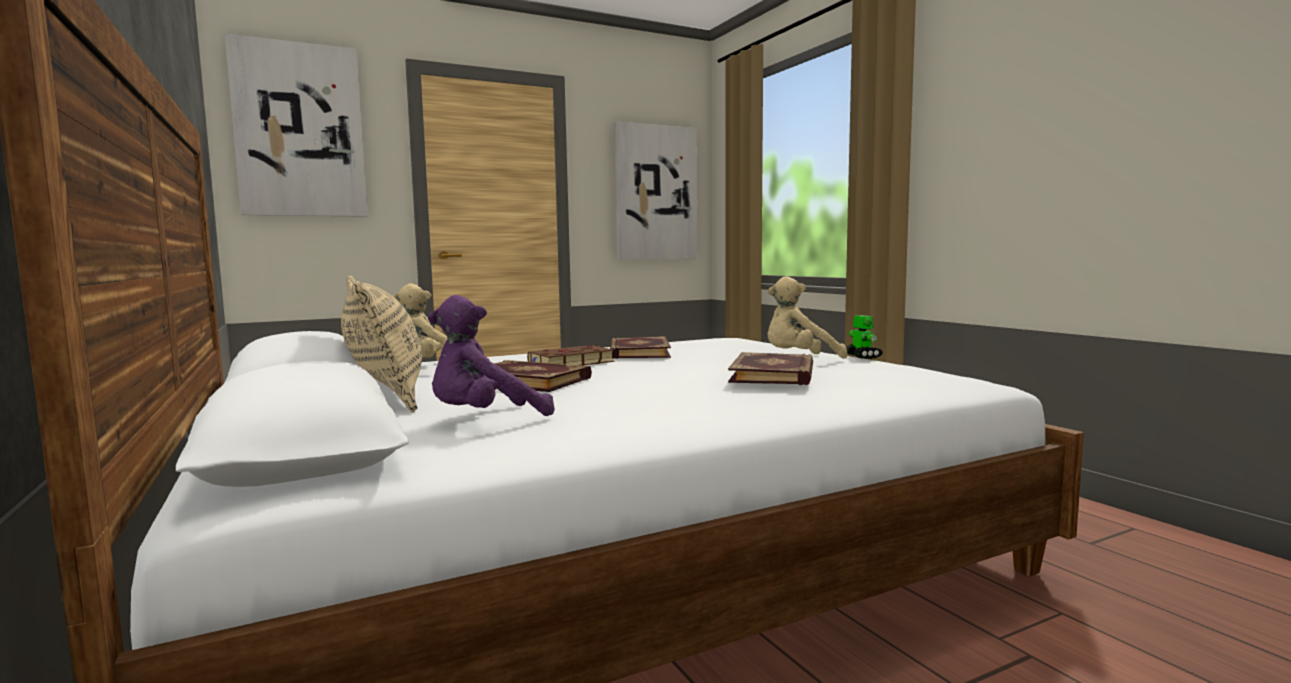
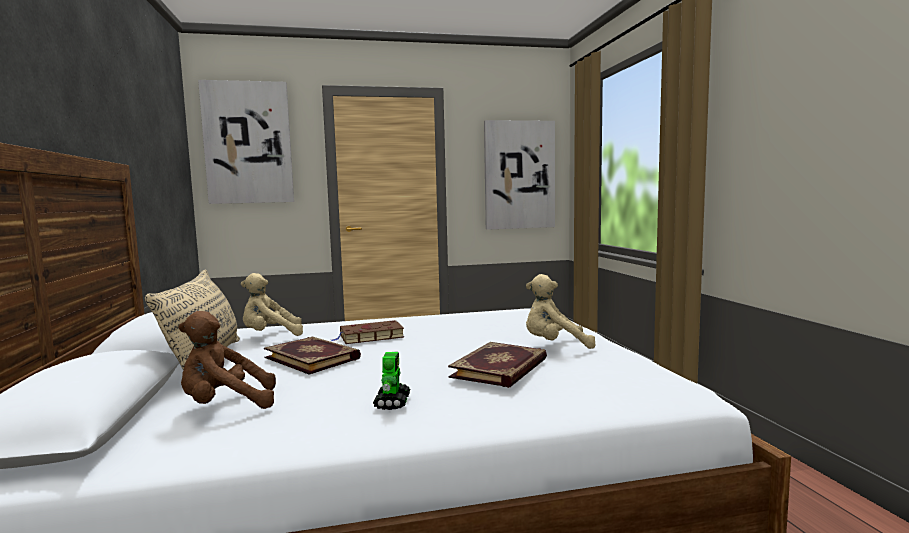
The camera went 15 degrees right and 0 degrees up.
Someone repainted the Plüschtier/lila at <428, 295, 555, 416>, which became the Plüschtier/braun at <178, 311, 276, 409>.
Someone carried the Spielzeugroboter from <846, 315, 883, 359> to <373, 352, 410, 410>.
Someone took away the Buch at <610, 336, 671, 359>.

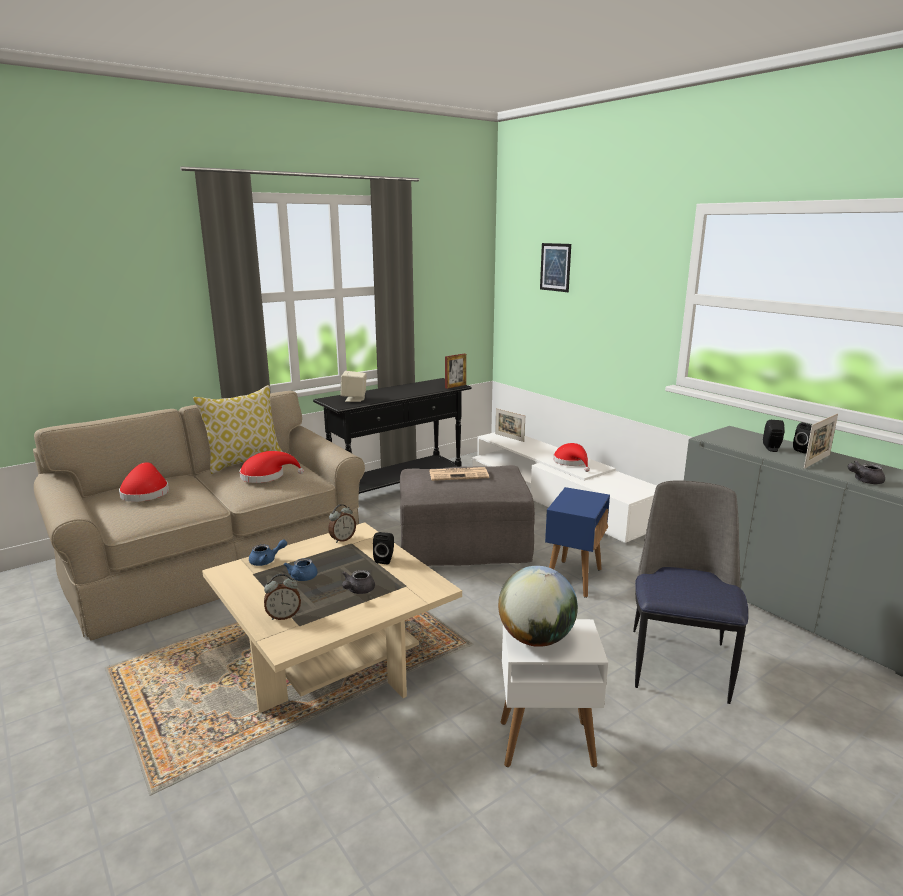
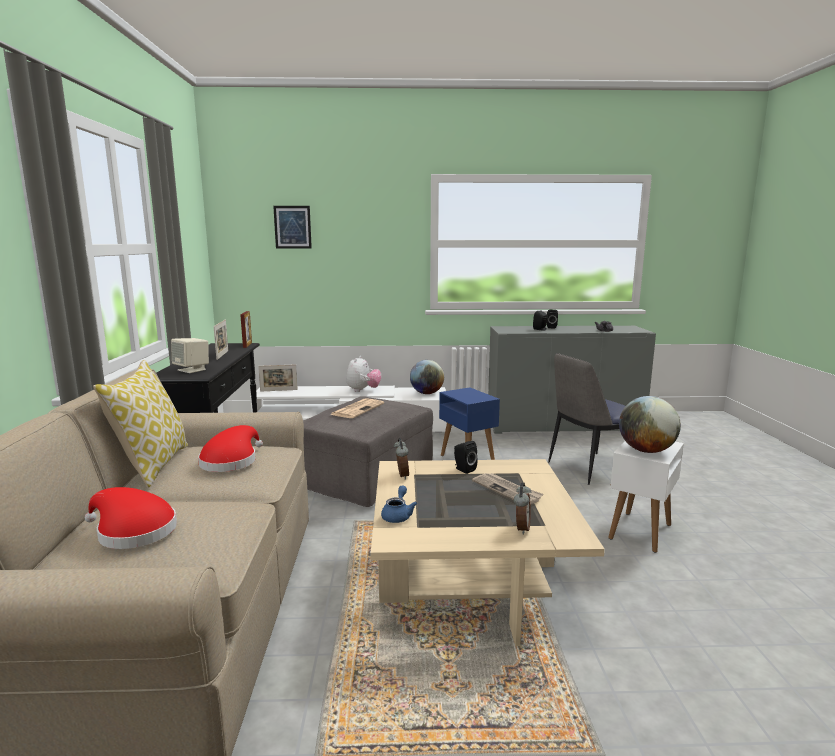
The camera went 55 degrees left and 5 degrees down.
Someone carried the Bilderrahmen from <804, 414, 838, 469> to <214, 320, 228, 360>.
Someone swapped the Hut/rot at <553, 443, 590, 472> for the Plüschtier at <346, 356, 381, 392>.
Someone put down the Globus at <410, 360, 444, 394>.
Someone swapped the Teekanne/grau at <342, 570, 375, 594> for the Zeitung at <472, 473, 544, 504>.
Someone rotated the Stuhl at <633, 481, 748, 704> by 75 degrees counterclockwise.
Someone took away the Teekanne/blau at <284, 558, 317, 581>.

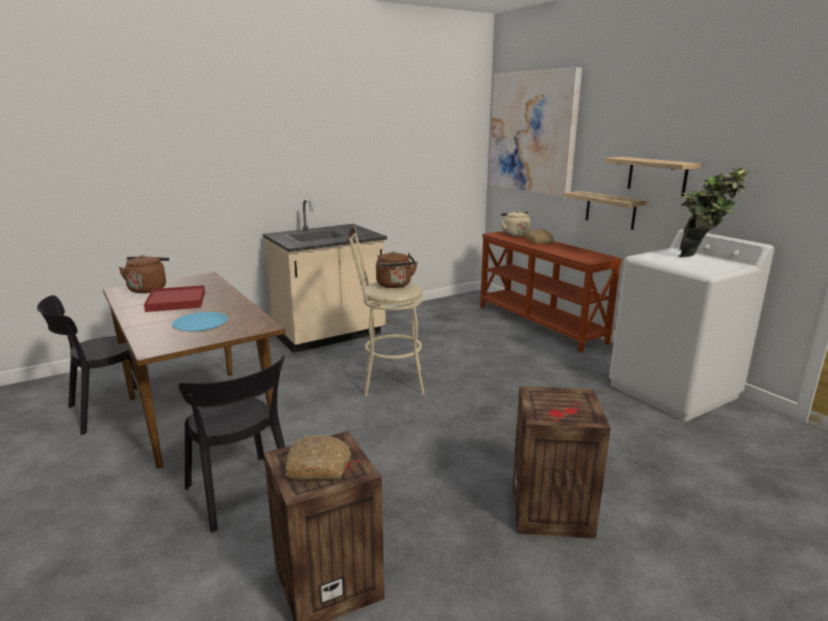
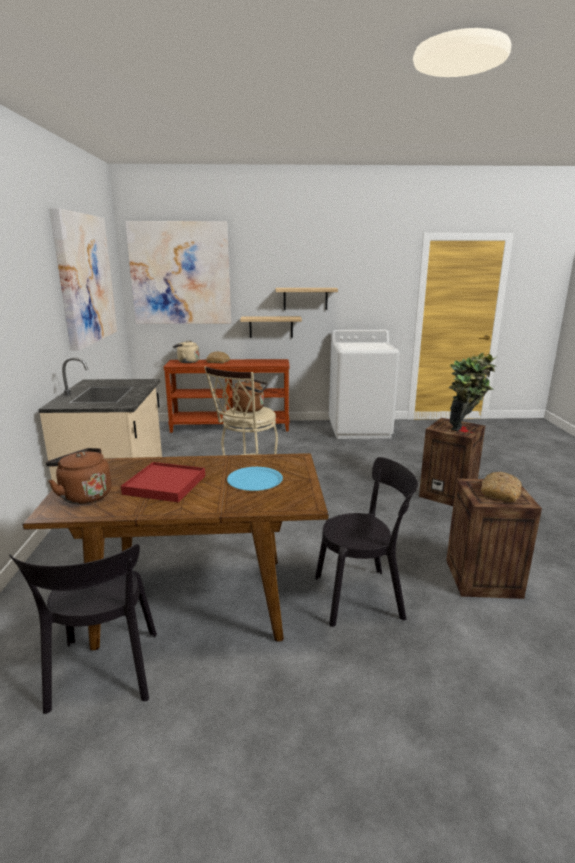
The camera went 60 degrees left and 0 degrees up.
Someone put up the Bild at <50, 208, 117, 351>.
Someone carried the Topfpflanze from <679, 168, 751, 257> to <449, 353, 497, 431>.

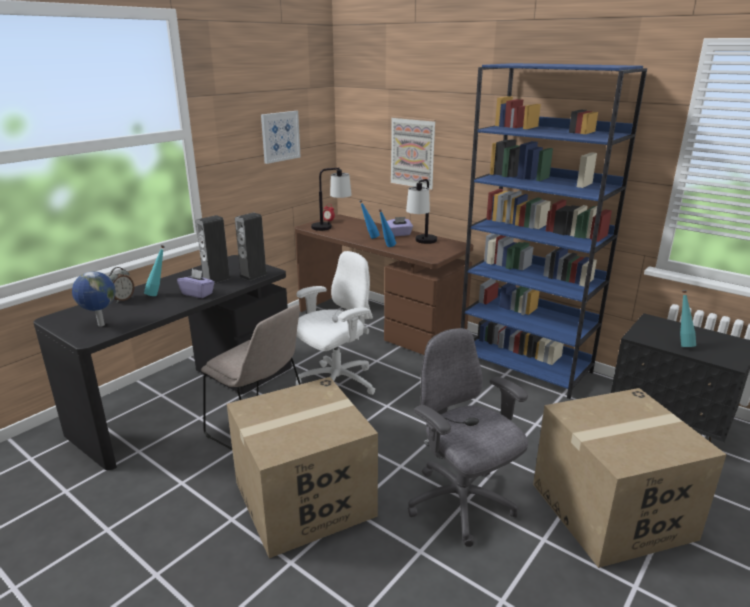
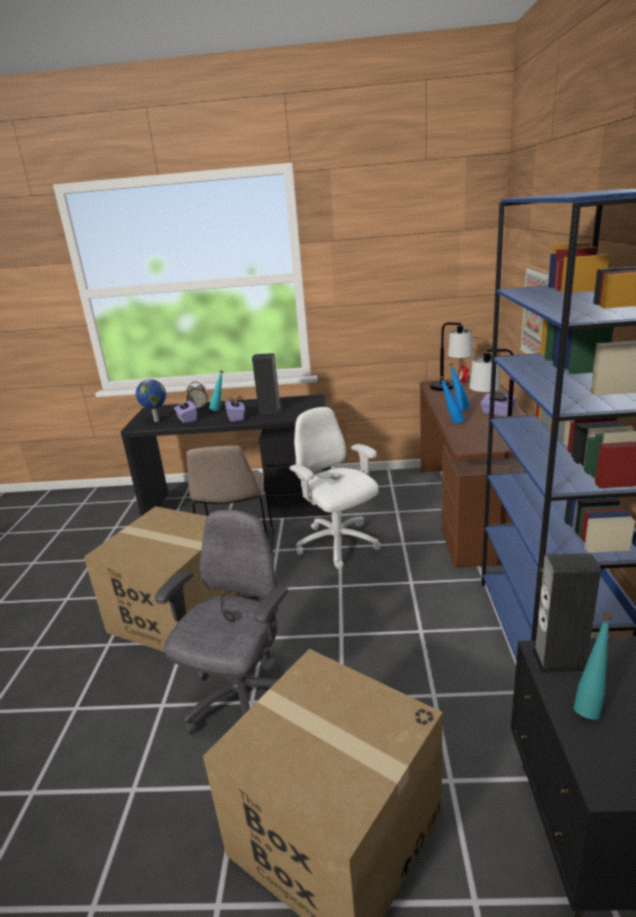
The camera went 55 degrees right and 0 degrees up.
Someone put down the Taschentuchbox/lila at <174, 401, 197, 423>.
Someone rotated the Bürostuhl/weiß at <296, 251, 375, 395> by 135 degrees counterclockwise.
Someone carried the Lautsprecher from <235, 212, 268, 281> to <531, 553, 601, 673>.
Someone took away the Bild at <261, 111, 301, 164>.

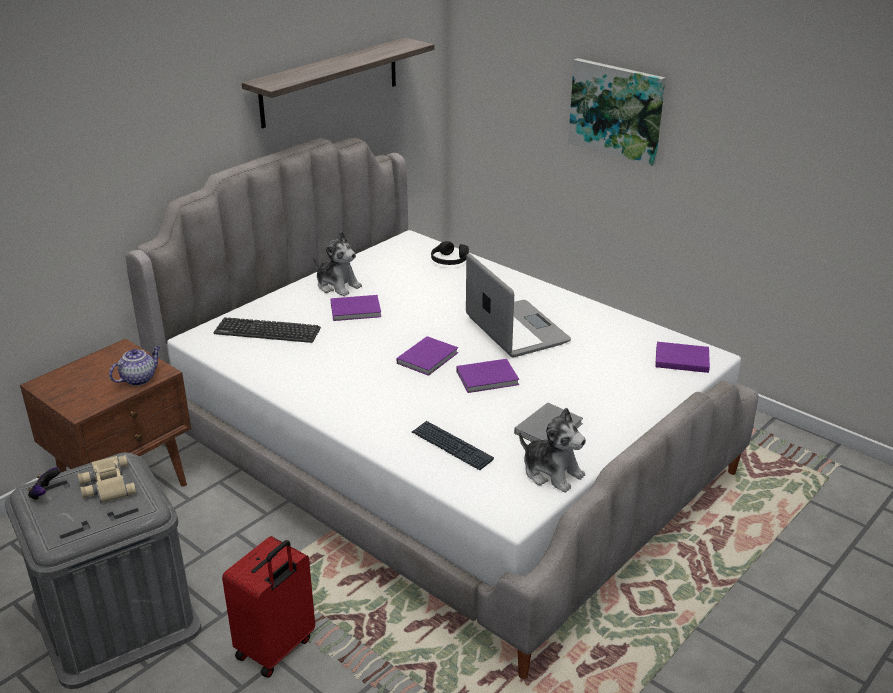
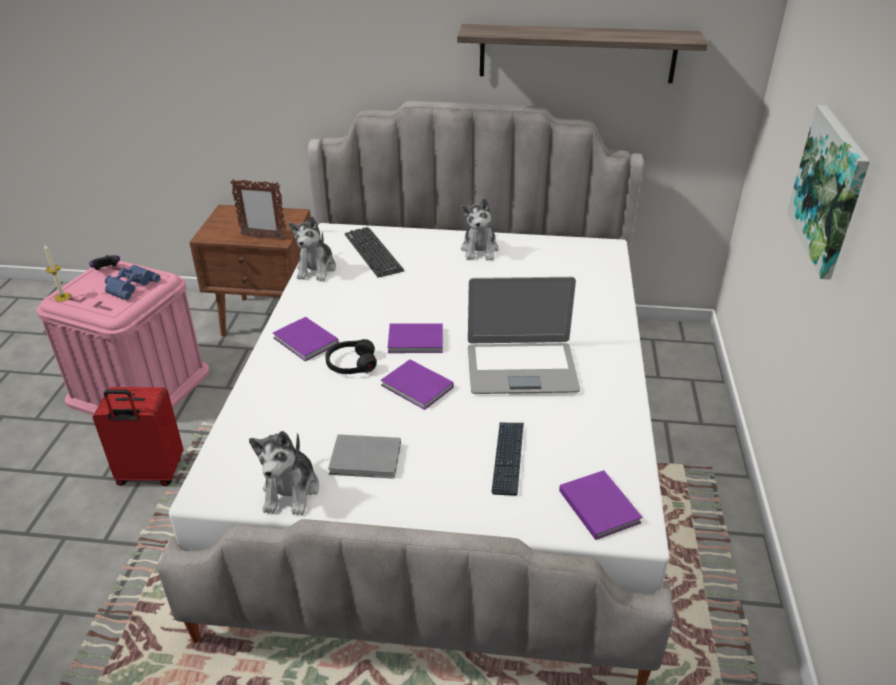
The camera went 55 degrees right and 5 degrees up.
Someone repainted the Aufbewahrungsbox/grau at <5, 452, 201, 689>, which became the Aufbewahrungsbox/rosa at <37, 261, 210, 415>.
Someone put down the Kerze at <44, 245, 71, 302>.
Someone repainted the Fernglas/beige at <78, 455, 137, 503>, which became the Fernglas/blau at <105, 265, 161, 300>.
Someone swapped the Teekanne at <109, 346, 161, 386> for the Bilderrahmen at <230, 179, 287, 240>.
Someone carried the Buch/lila from <331, 295, 381, 321> to <273, 317, 339, 362>.
Someone put down the Plüschtier at <289, 216, 336, 281>.
Someone carried the Kopfhörer/schwarz from <431, 241, 469, 265> to <325, 339, 377, 374>.
Someone rotated the Laptop at <466, 253, 571, 357> by 60 degrees clockwise.
Someone carried the Tastatur from <412, 421, 494, 470> to <491, 422, 524, 496>.

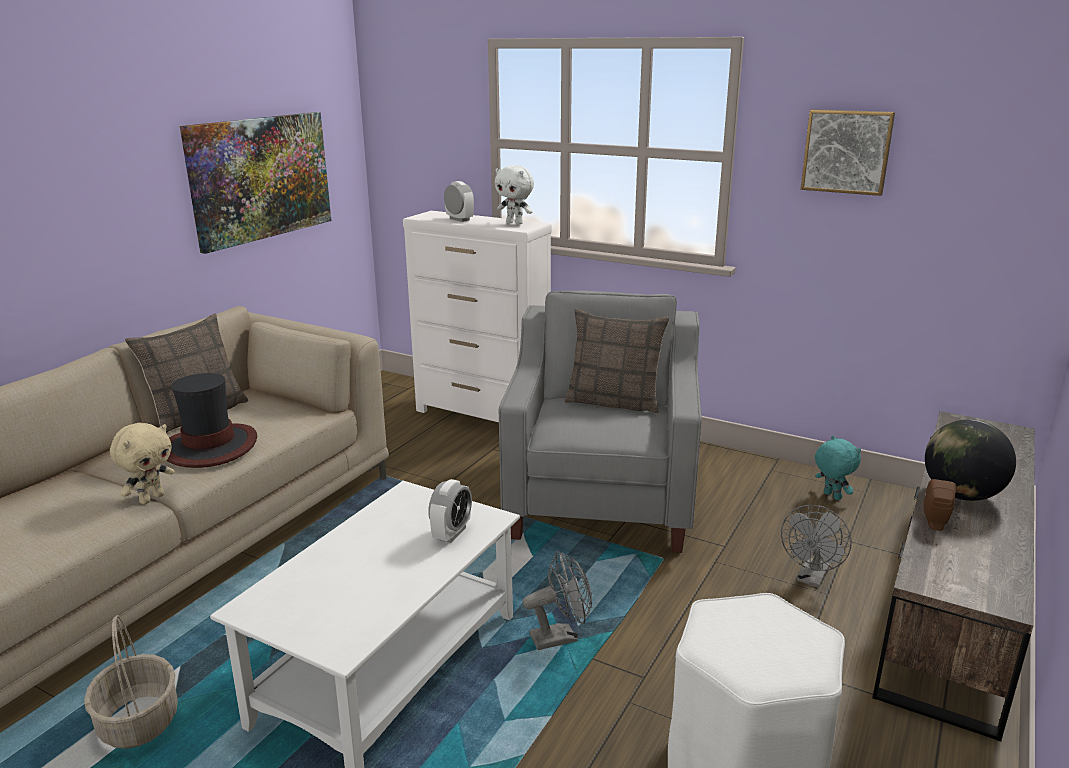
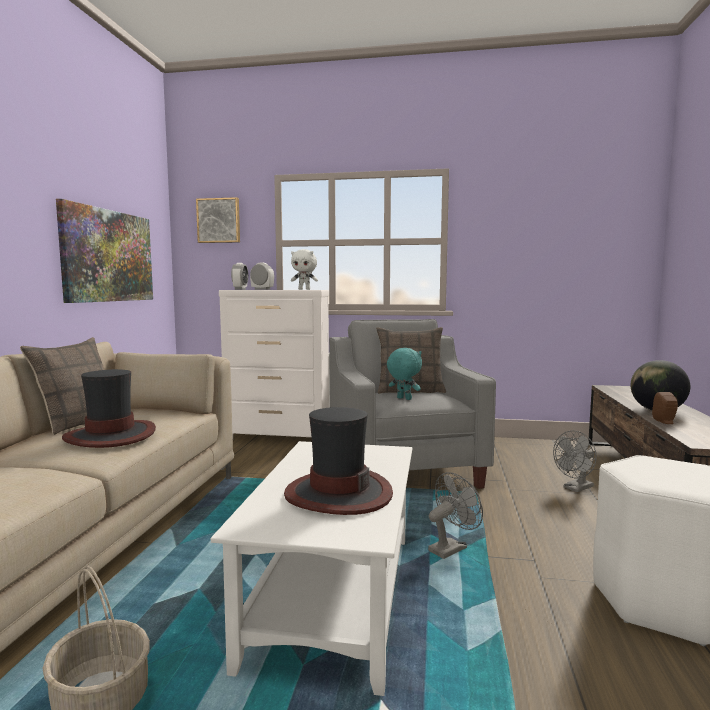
The camera went 20 degrees left and 15 degrees down.
Someone carried the Bild from <800, 109, 895, 196> to <196, 197, 240, 243>.
Someone carried the Wecker from <428, 479, 472, 543> to <231, 263, 248, 290>.
Someone put down the Hut at <284, 407, 393, 515>.
Someone carried the Plüschtier/türkis from <815, 436, 861, 500> to <387, 348, 422, 400>.
Someone rotated the Ventilator/grau at <781, 505, 852, 588> by 45 degrees clockwise.
Someone took away the Plüschtier/beige at <110, 423, 175, 504>.

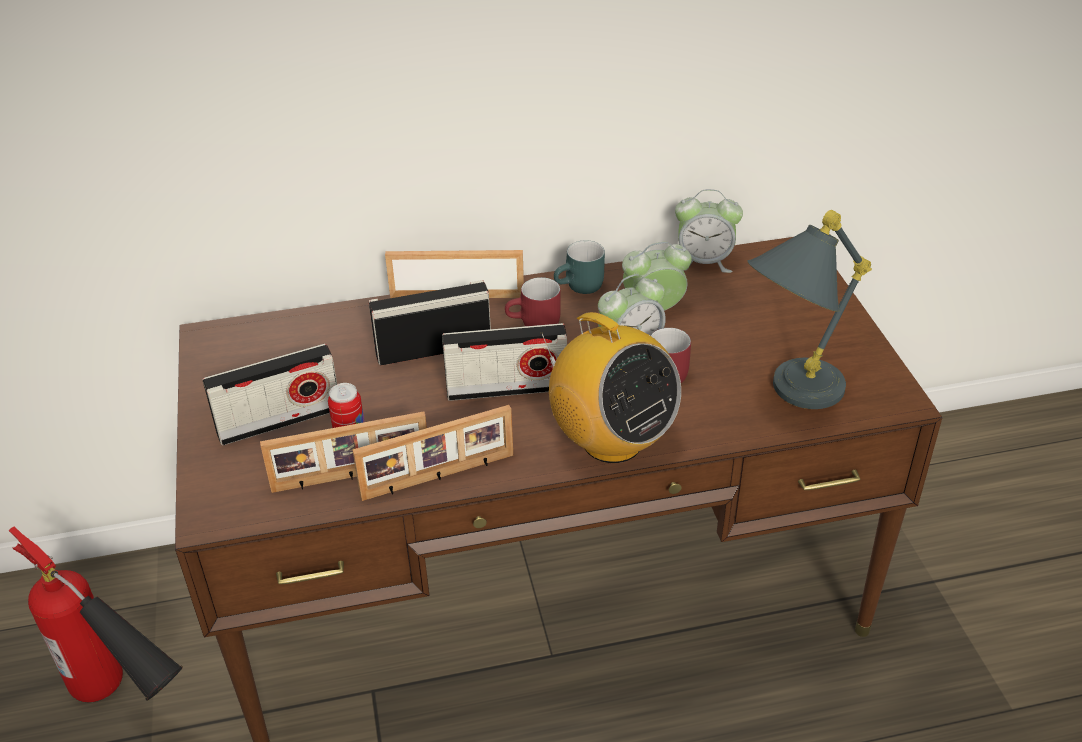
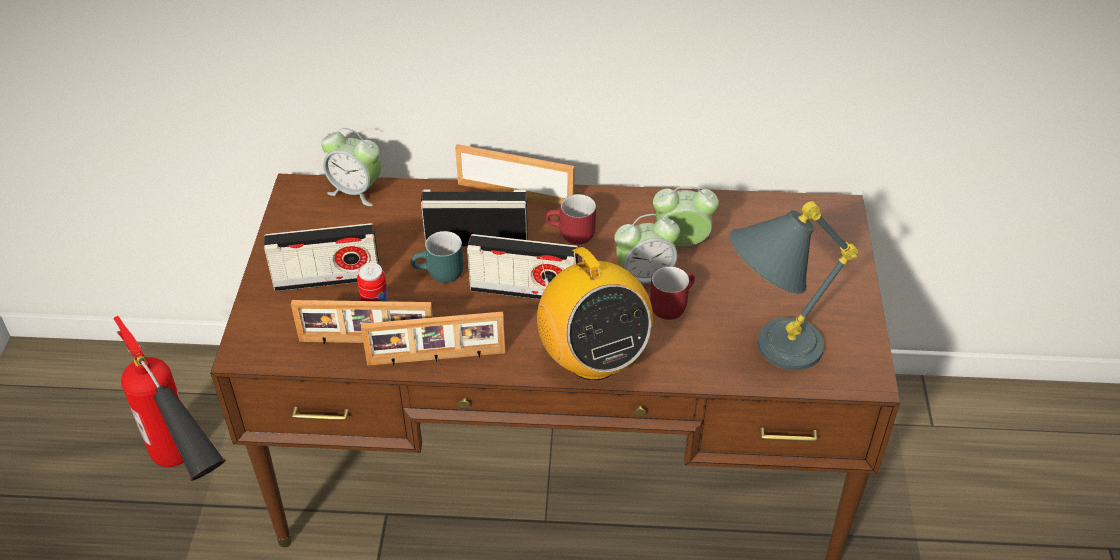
The camera went 15 degrees right and 5 degrees up.
Someone carried the Wecker from <675, 189, 743, 273> to <321, 128, 381, 206>.
Someone carried the Henkelbecher/türkis from <554, 240, 605, 294> to <411, 231, 463, 283>.

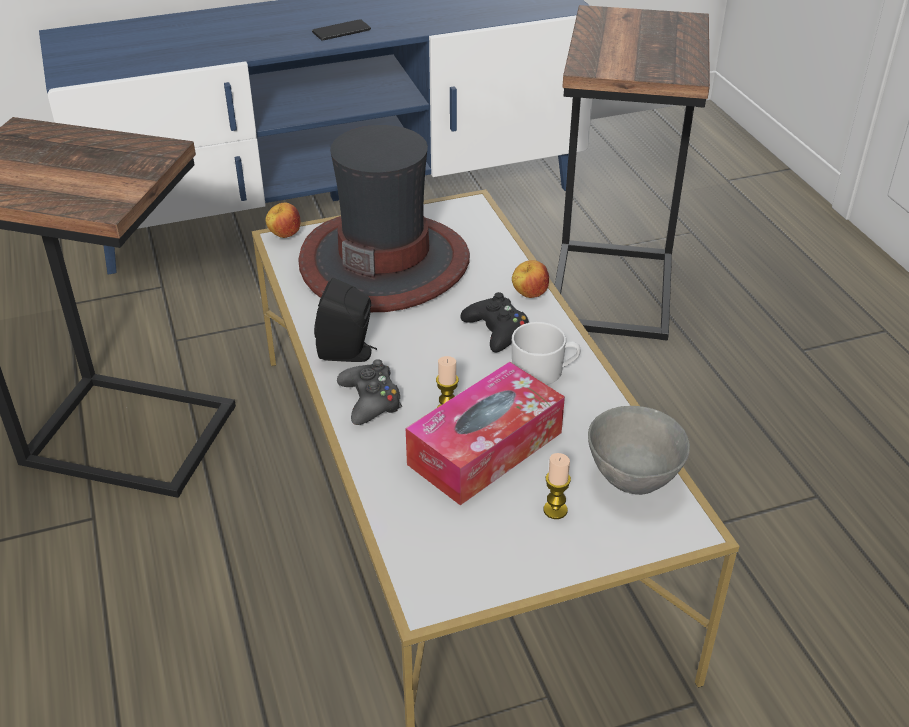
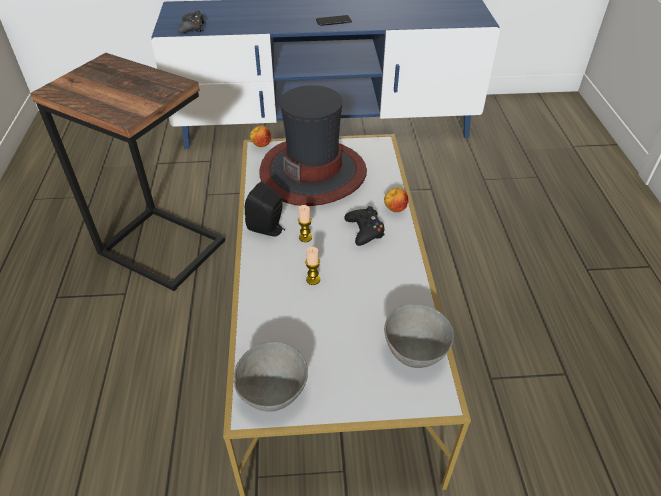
The camera went 15 degrees right and 5 degrees up.
Someone carried the Gamepad/schwarz from <337, 359, 402, 425> to <178, 10, 205, 34>.
Someone put down the Schüssel/grau at <233, 342, 308, 412>.
Someone carried the Kerze from <543, 453, 571, 519> to <298, 205, 312, 242>.
Someone took away the Taschentuchbox at <406, 362, 565, 505>.
Someone took away the Henkelbecher/weiß at <512, 322, 581, 385>.
Someone took away the Beistelltisch at <555, 5, 710, 341>.

